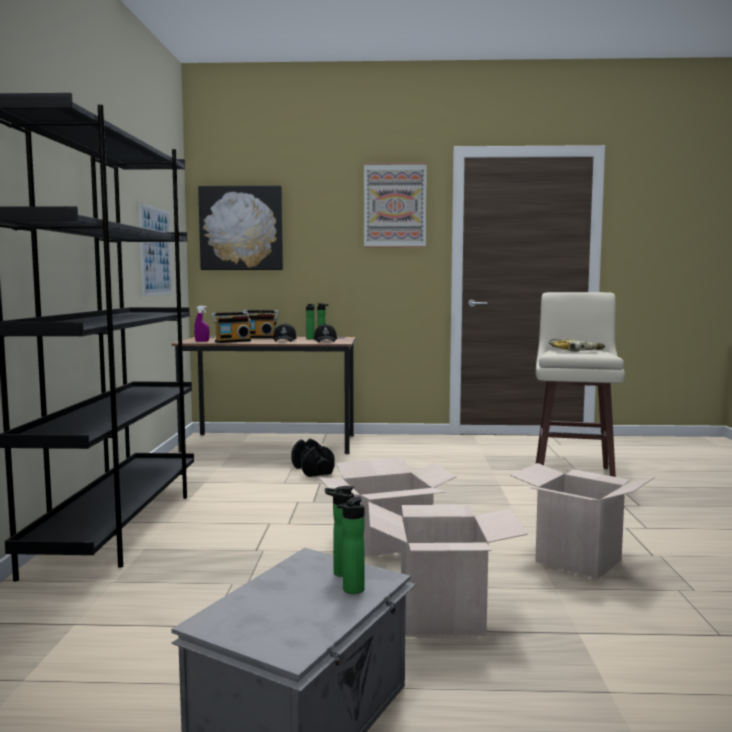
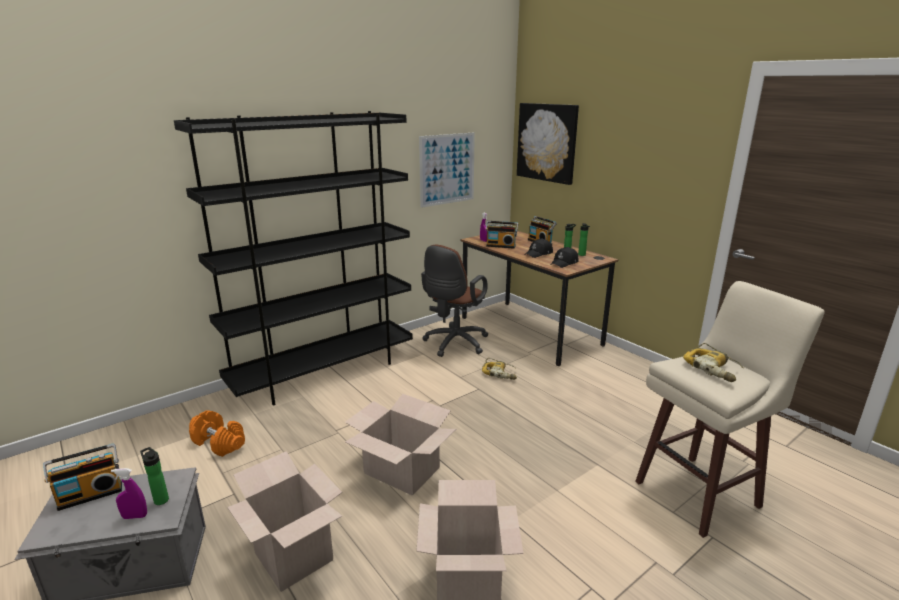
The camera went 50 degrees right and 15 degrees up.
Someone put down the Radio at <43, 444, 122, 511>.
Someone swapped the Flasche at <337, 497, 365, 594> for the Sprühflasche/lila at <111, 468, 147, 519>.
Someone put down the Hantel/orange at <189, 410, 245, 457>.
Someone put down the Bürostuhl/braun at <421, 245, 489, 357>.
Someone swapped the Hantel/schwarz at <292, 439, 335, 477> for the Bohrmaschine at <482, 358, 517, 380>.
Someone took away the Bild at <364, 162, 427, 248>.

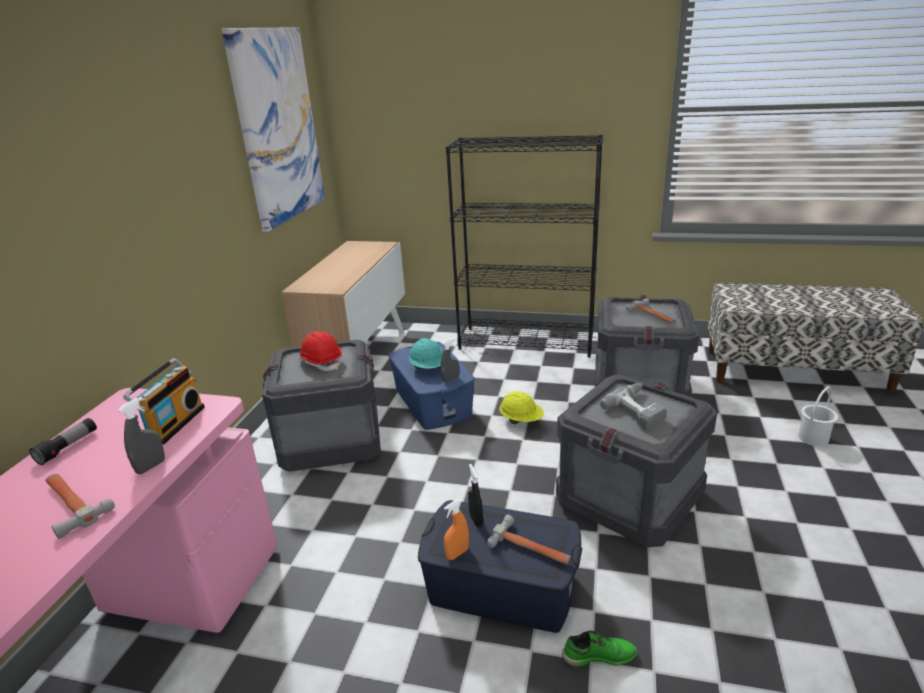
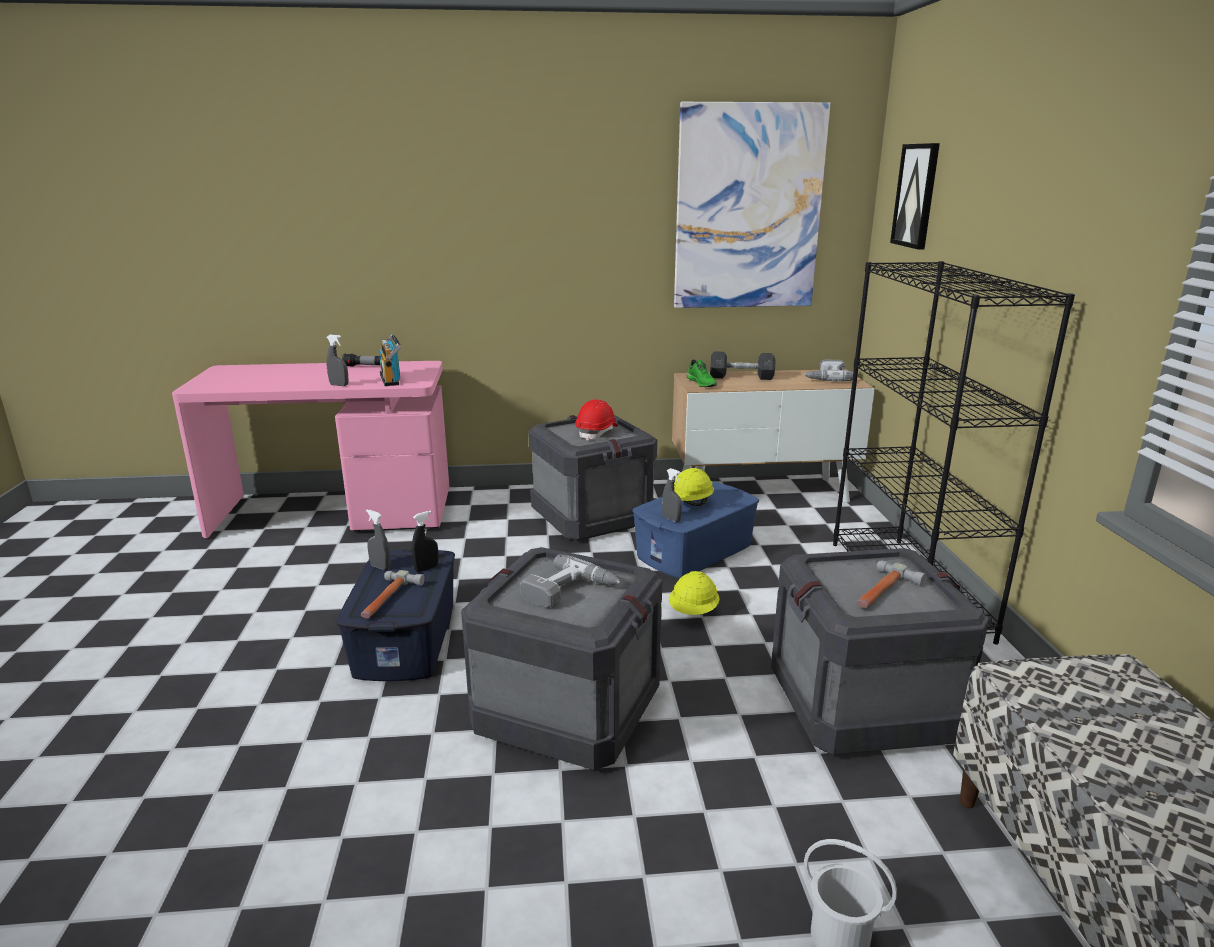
The camera went 70 degrees right and 5 degrees down.
Someone repainted the Sprühflasche/orange at <444, 499, 469, 560>, which became the Sprühflasche/grau at <366, 510, 391, 570>.
Someone rotated the Radio at <123, 358, 205, 444> by 75 degrees clockwise.
Someone repainted the Schutzhelm/türkis at <409, 338, 443, 369>, which became the Schutzhelm/gelb at <674, 468, 714, 506>.
Someone carried the Schuh/grün from <562, 630, 637, 667> to <687, 359, 717, 387>.
Someone put down the Hantel/grau at <710, 351, 776, 380>.
Someone put down the Bohrmaschine at <804, 360, 853, 381>.
Someone put up the Bild at <890, 143, 940, 250>.
Someone took away the Hammer at <45, 474, 115, 539>.

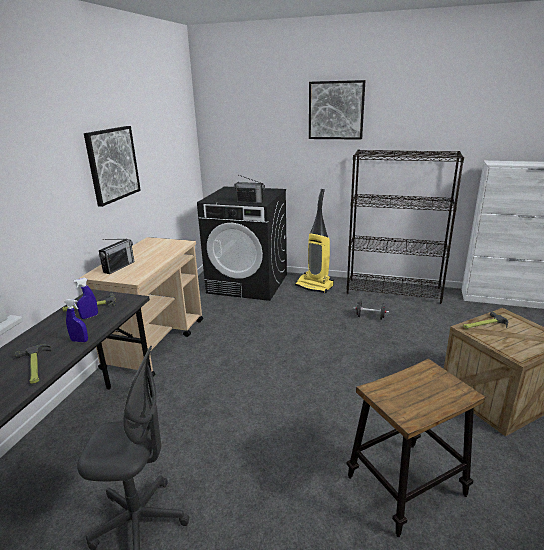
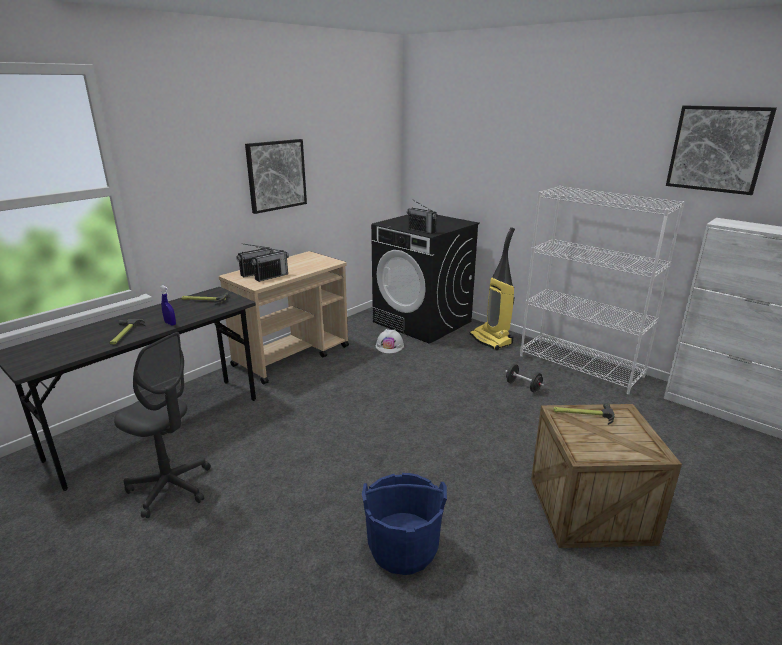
The camera went 25 degrees right and 0 degrees up.
Someone put down the Radio at <251, 247, 289, 282>.
Someone swapped the Hocker at <346, 358, 485, 537> for the Eimer/blau at <362, 473, 447, 575>.
Someone put down the Schutzhelm/weiß at <376, 329, 404, 353>.
Someone repainted the Bücherregal/schwarz at <346, 150, 464, 304>, which became the Bücherregal/weiß at <520, 186, 685, 395>.
Someone carried the Bild from <309, 80, 366, 140> to <666, 105, 777, 195>.
Someone took away the Sprühflasche/blau at <74, 278, 98, 319>.

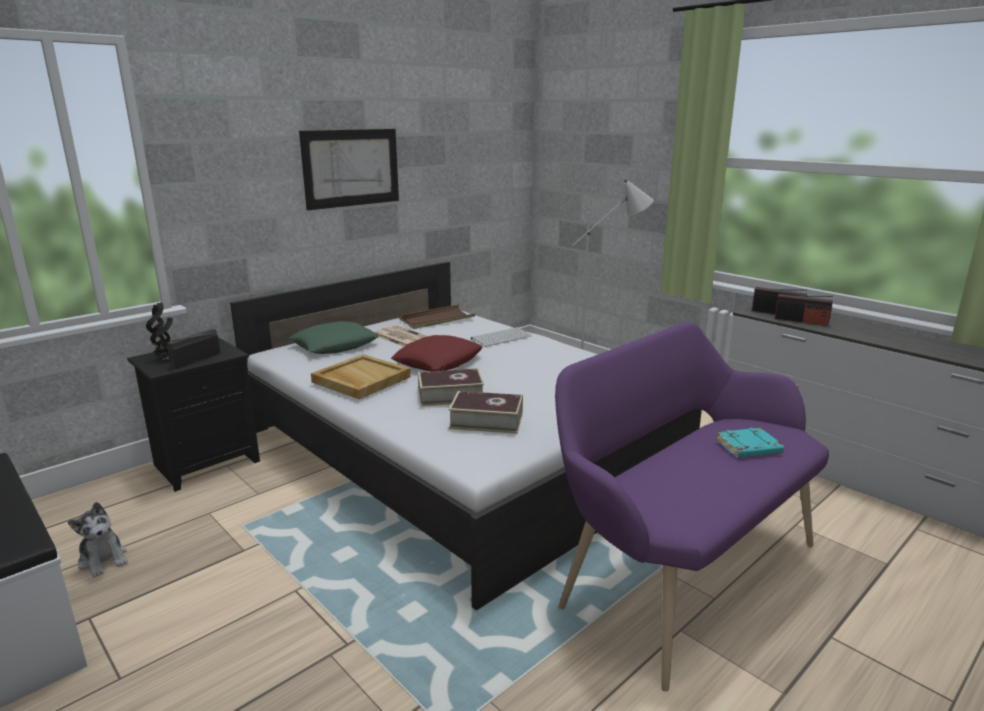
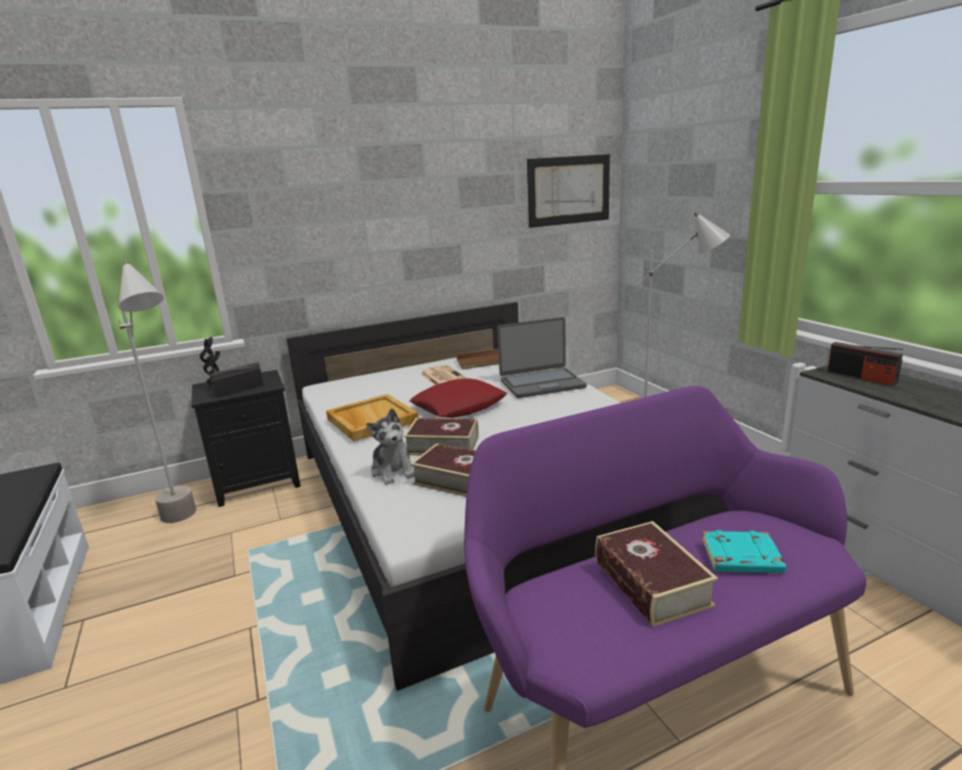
The camera went 20 degrees right and 0 degrees up.
Someone put down the Stehlampe/grau at <118, 260, 196, 523>.
Someone carried the Plüschtier from <68, 502, 128, 577> to <366, 408, 415, 485>.
Someone swapped the Tastatur at <471, 327, 532, 347> for the Laptop at <497, 317, 587, 398>.
Someone carried the Bild from <299, 129, 399, 210> to <527, 154, 610, 228>.
Someone put down the Buch at <595, 521, 718, 627>.
Someone took away the Kissen/grün at <289, 321, 379, 354>.
Someone took away the Radio at <774, 294, 833, 326>.

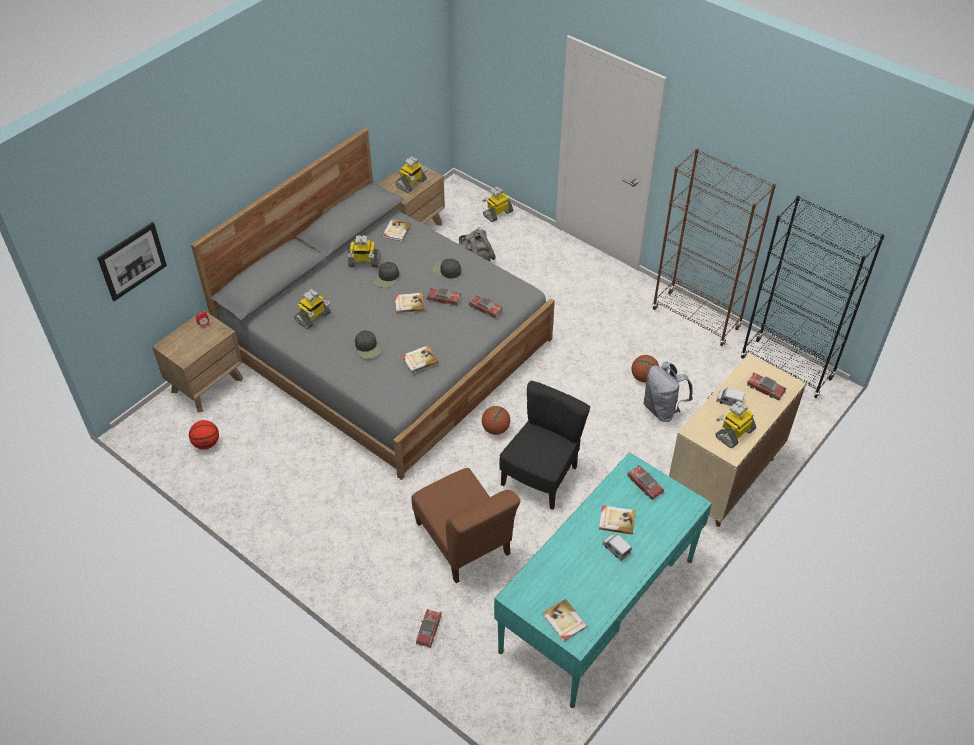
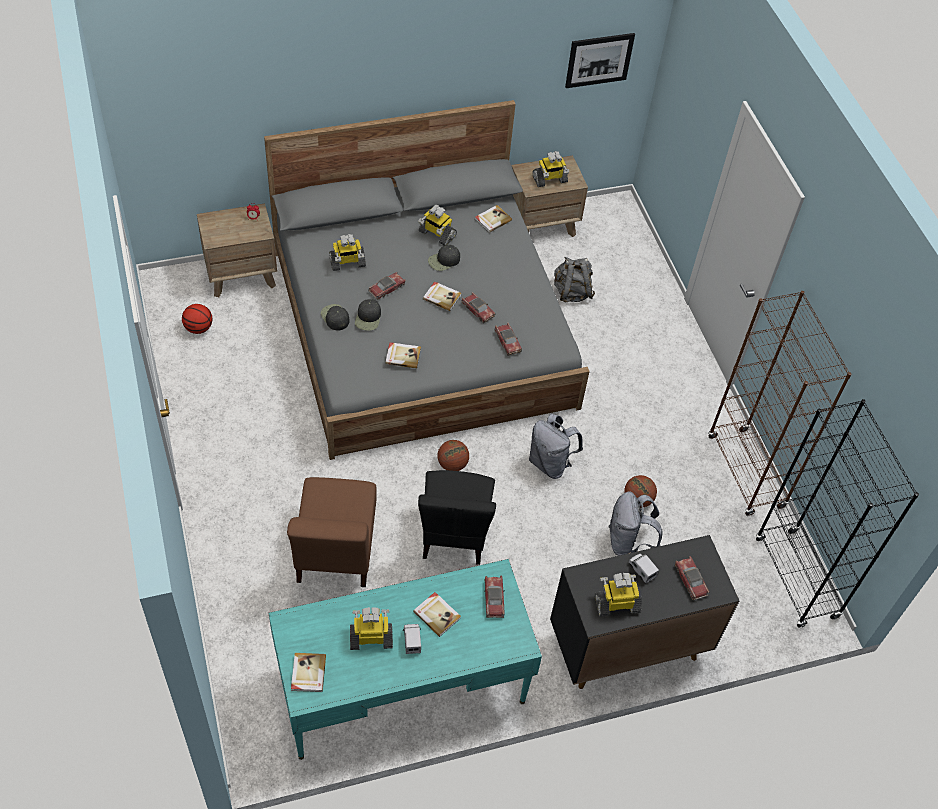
The camera went 30 degrees right and 5 degrees up.
Someone carried the Kappe/schwarz from <432, 258, 461, 279> to <321, 304, 350, 330>.
Someone carried the Spielzeugroboter from <482, 187, 513, 222> to <350, 607, 393, 650>.
Someone carried the Spielzeugauto from <416, 609, 442, 648> to <368, 272, 406, 300>.
Someone rotated the Stuhl/schwarz at <499, 381, 590, 510> by 120 degrees clockwise.
Someone put down the Rucksack/grau at <529, 414, 583, 479>.
Someone repainted the Schrank/beige at <669, 353, 806, 527>, which became the Schrank/schwarz at <550, 535, 739, 689>.
Someone carried the Bild from <97, 222, 167, 301> to <565, 33, 635, 88>.

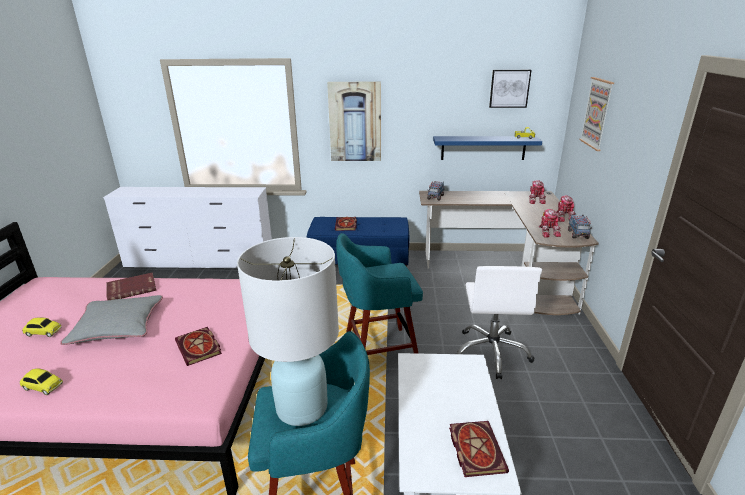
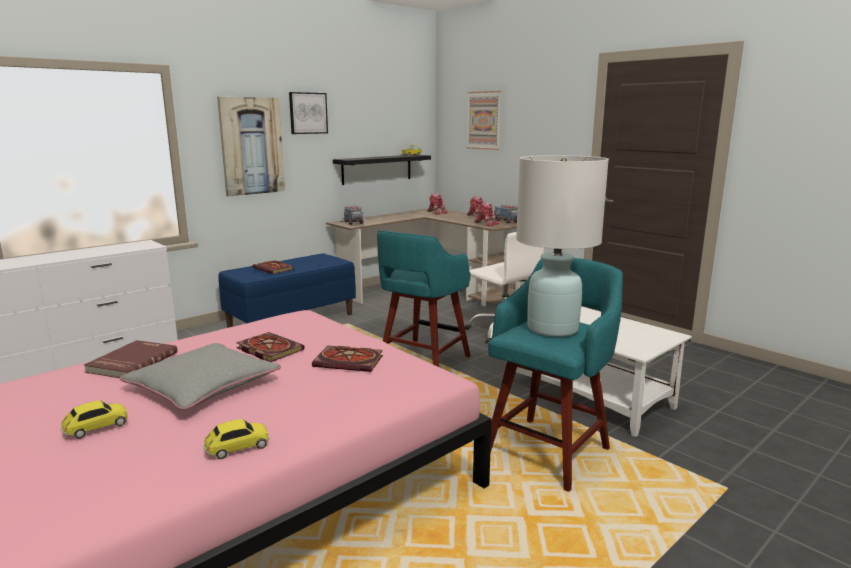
The camera went 45 degrees left and 10 degrees down.
Someone carried the Buch from <449, 421, 509, 477> to <236, 332, 305, 362>.
Someone carried the Bild from <489, 70, 532, 108> to <289, 92, 328, 134>.
Someone repainted the Wandregal/blau at <433, 136, 542, 160>, which became the Wandregal/schwarz at <333, 155, 431, 185>.

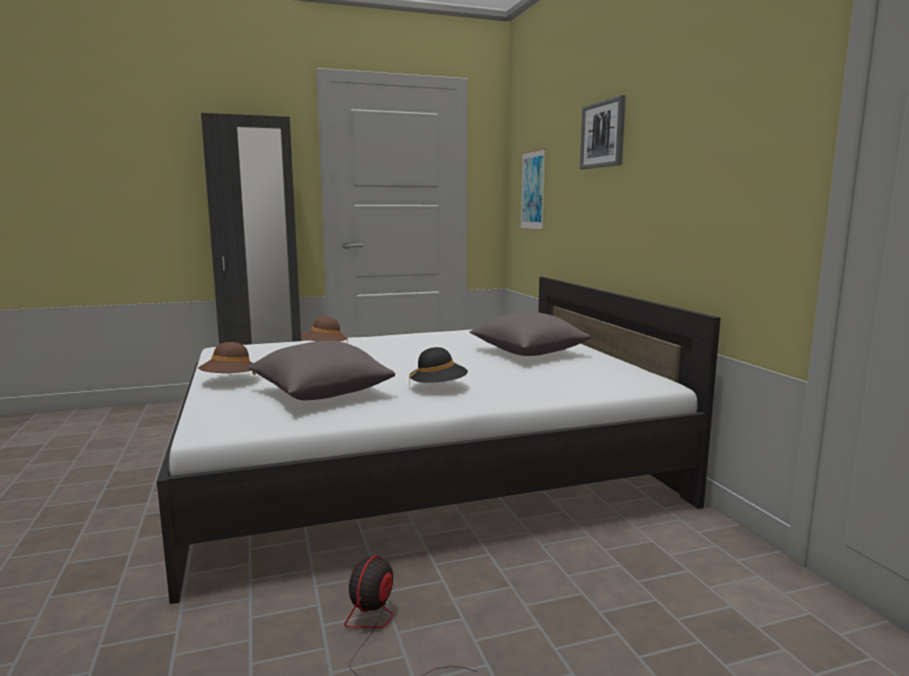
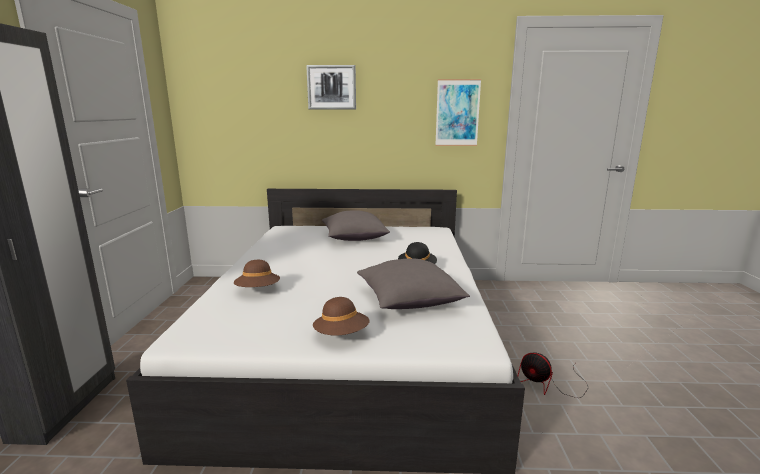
The camera went 70 degrees left and 5 degrees up.
Someone carried the Bild from <520, 148, 546, 231> to <435, 79, 481, 146>.

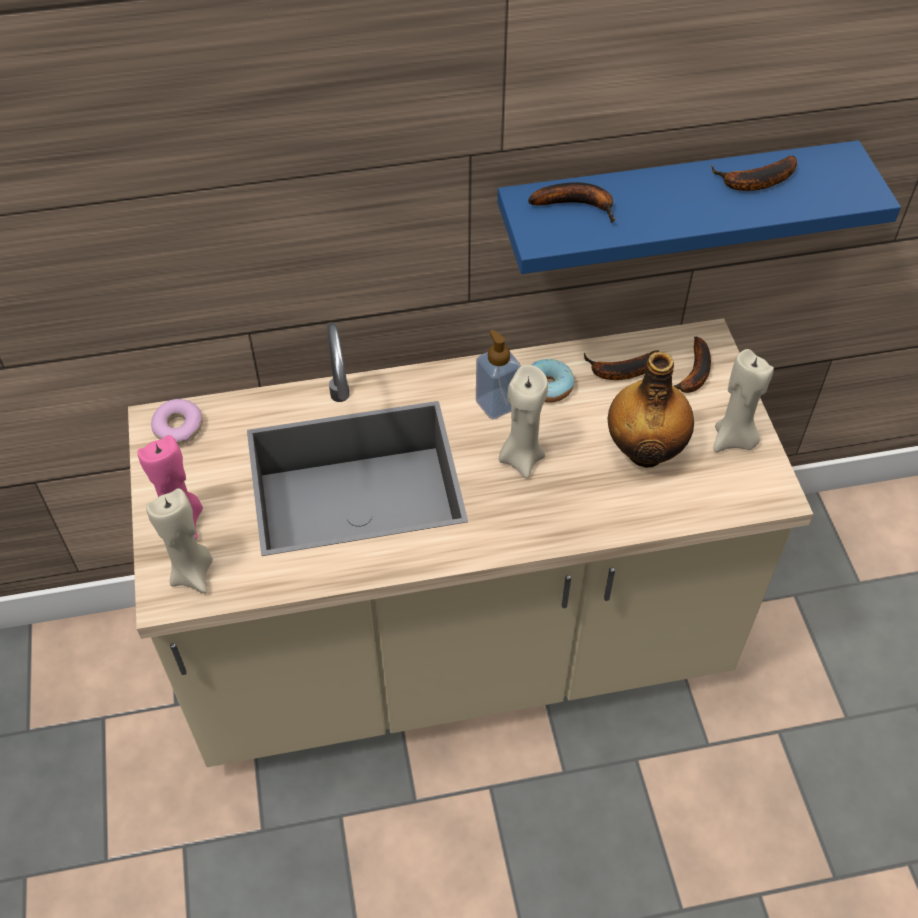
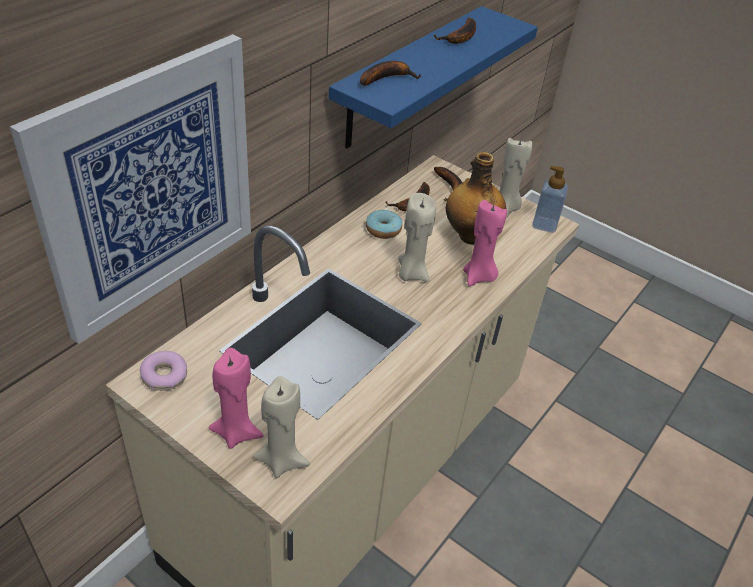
The camera went 45 degrees left and 10 degrees down.
Someone put up the Bild at <10, 34, 251, 344>.
Someone put down the Kerze/rosa at <463, 200, 507, 286>.
Someone carried the Seifenspender from <476, 330, 521, 420> to <532, 166, 568, 233>.

